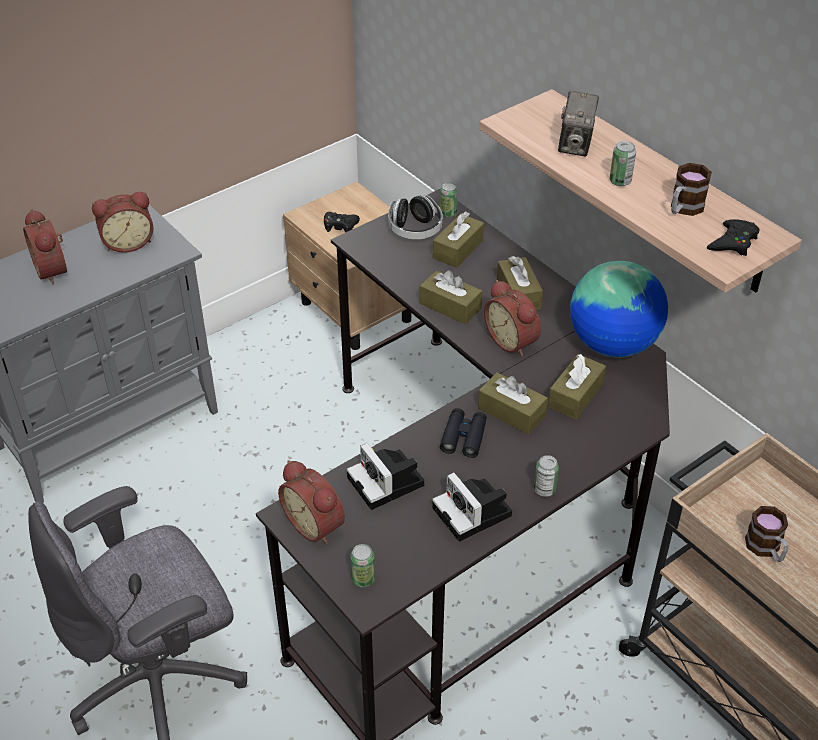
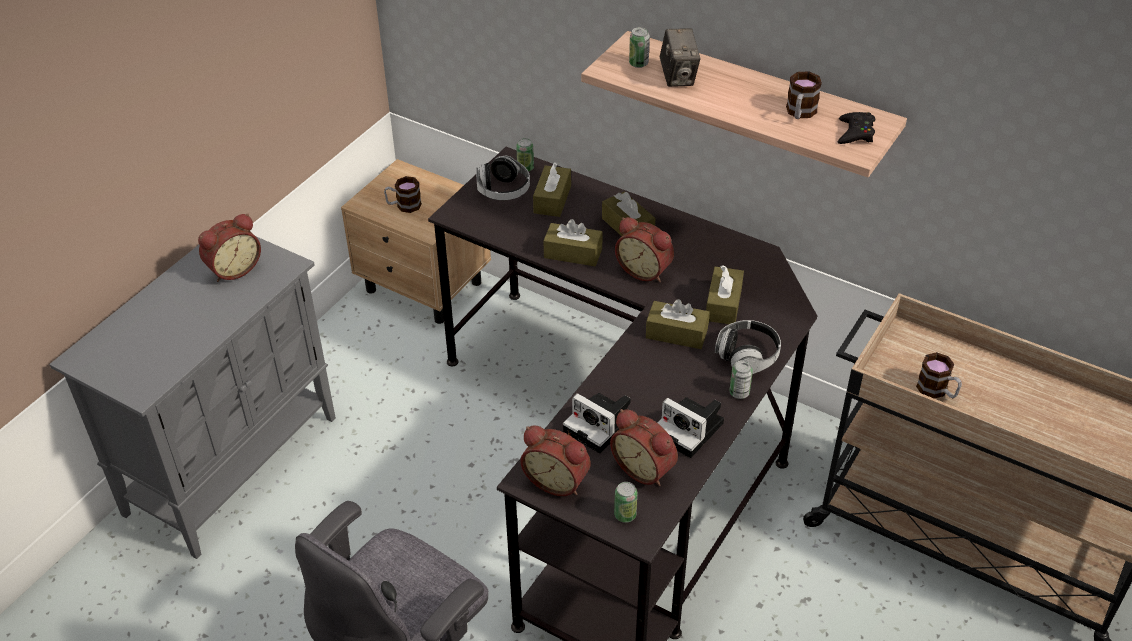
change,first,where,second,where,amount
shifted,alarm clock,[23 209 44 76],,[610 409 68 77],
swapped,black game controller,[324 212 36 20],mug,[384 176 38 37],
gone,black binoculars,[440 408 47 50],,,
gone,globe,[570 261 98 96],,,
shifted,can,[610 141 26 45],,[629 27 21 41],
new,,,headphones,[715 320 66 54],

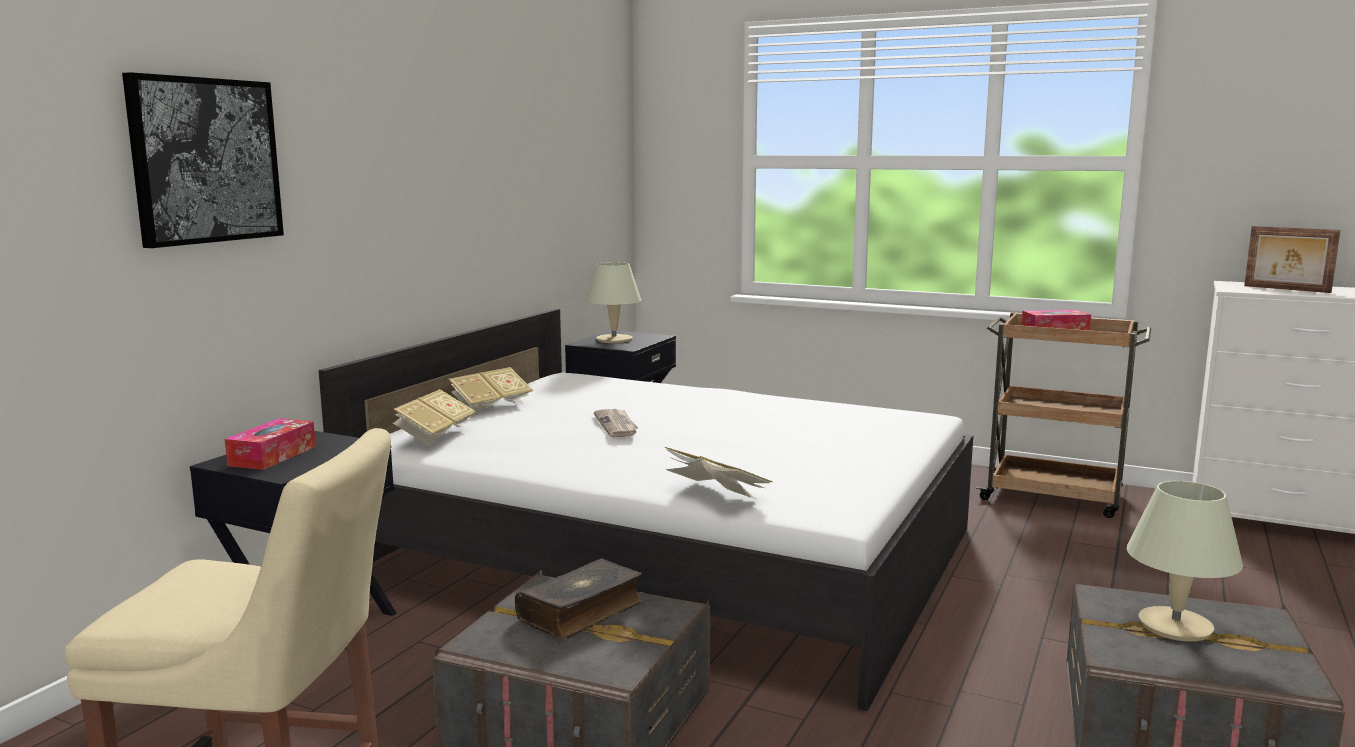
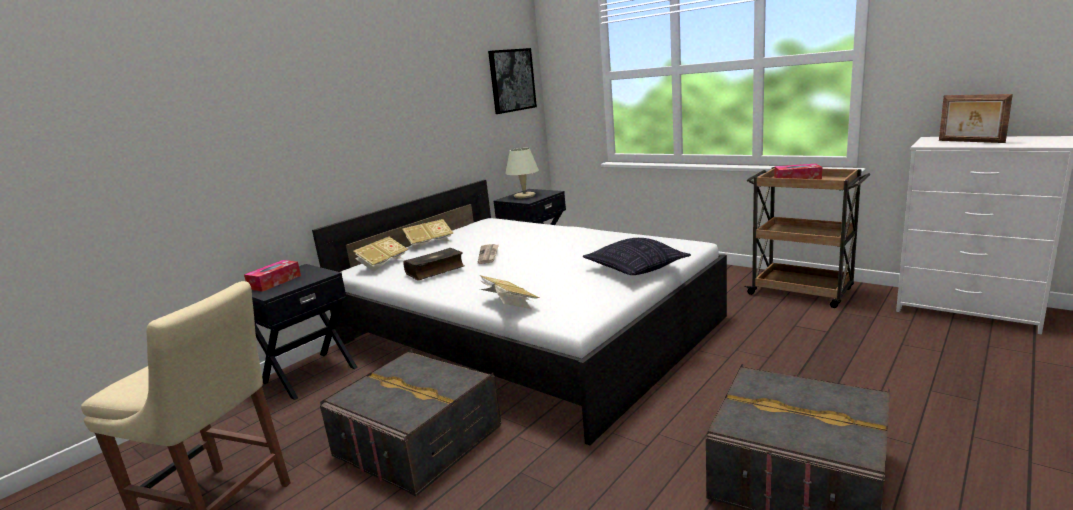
change,first,where,second,where,amount
shifted,picture,[122 72 162 176],,[488 48 49 66],
shifted,book,[515 559 128 80],,[403 248 61 32],
gone,beige table lamp,[1127 481 116 161],,,
new,,,pillow,[583 238 108 37],

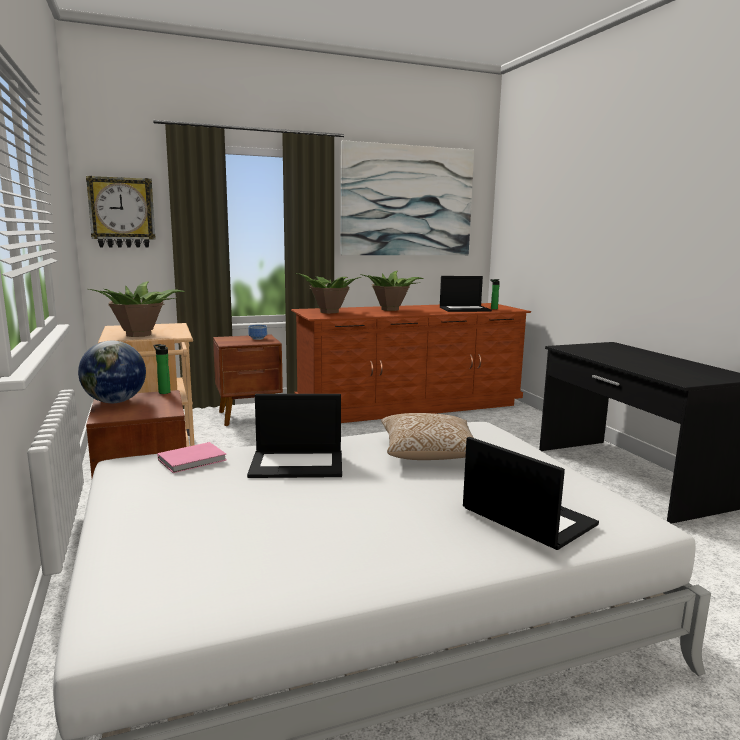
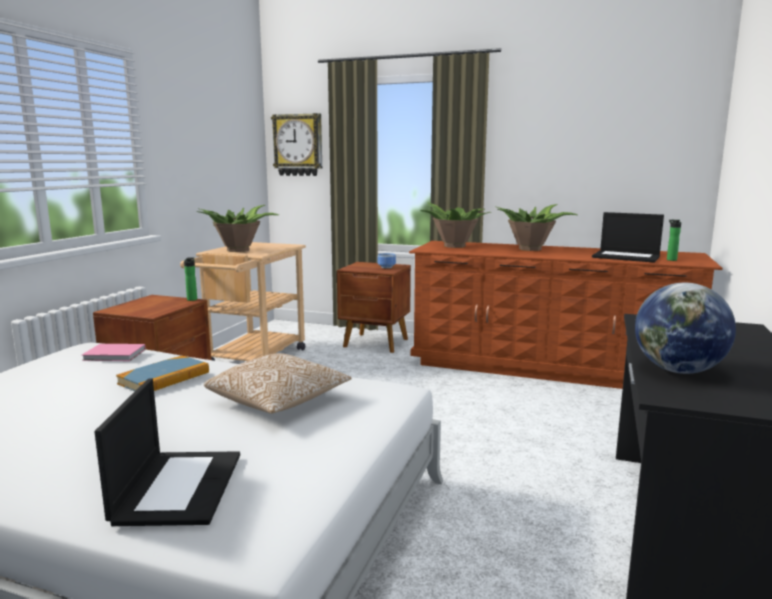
change,first,where,second,where,amount
shifted,globe,[78 341 68 62],,[635 283 101 91],
swapped,laptop,[247 394 95 84],book,[116 356 93 35],
gone,picture,[341 140 133 115],,,

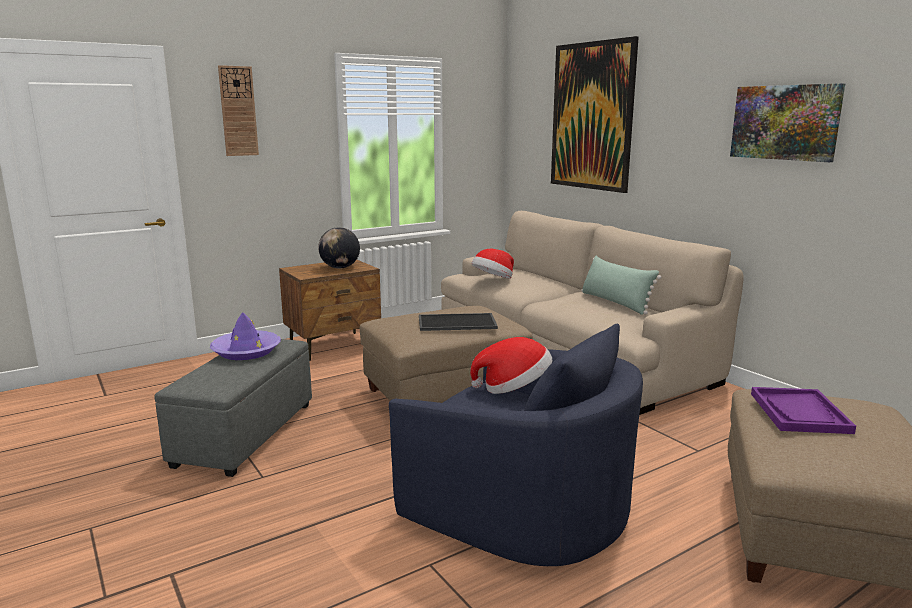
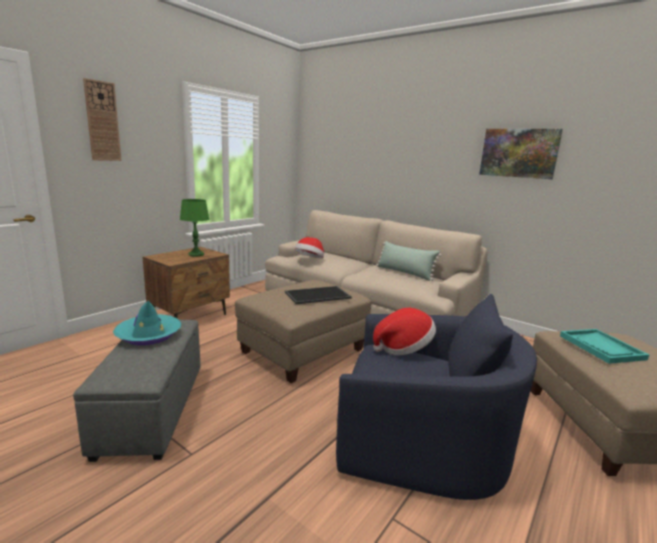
change,first,where,second,where,amount
repainted,purple hat,[210 312 71 48],turquoise hat,[113 301 68 44],
swapped,globe,[318 227 42 41],green table lamp,[180 199 29 58],
gone,picture,[551 36 88 157],,,
repainted,purple tray,[751 387 105 47],turquoise tray,[560 329 89 35],

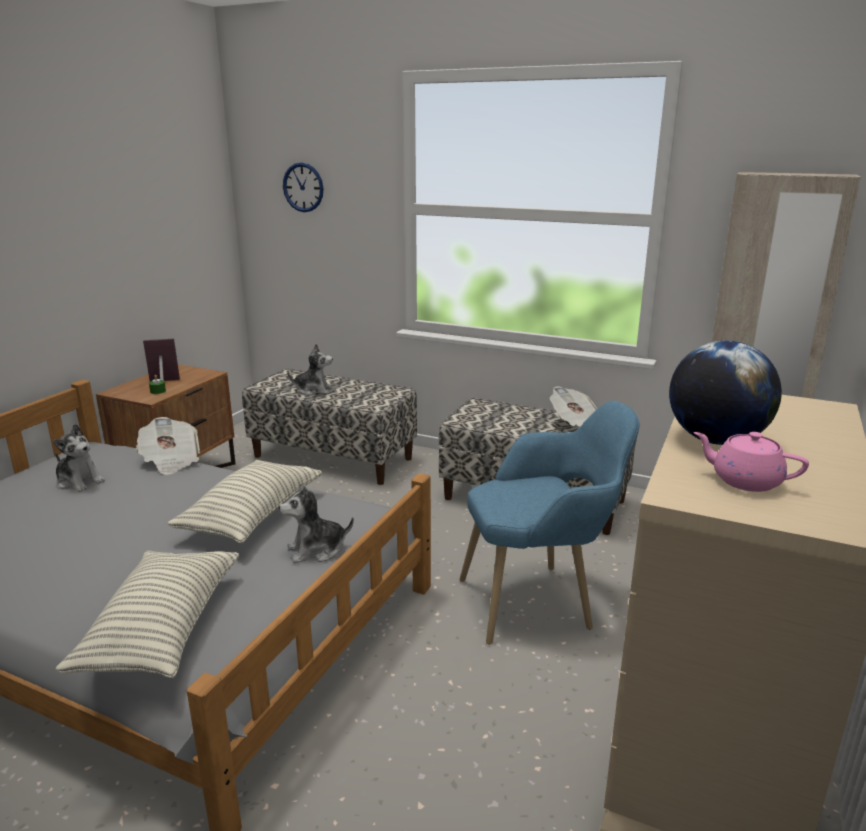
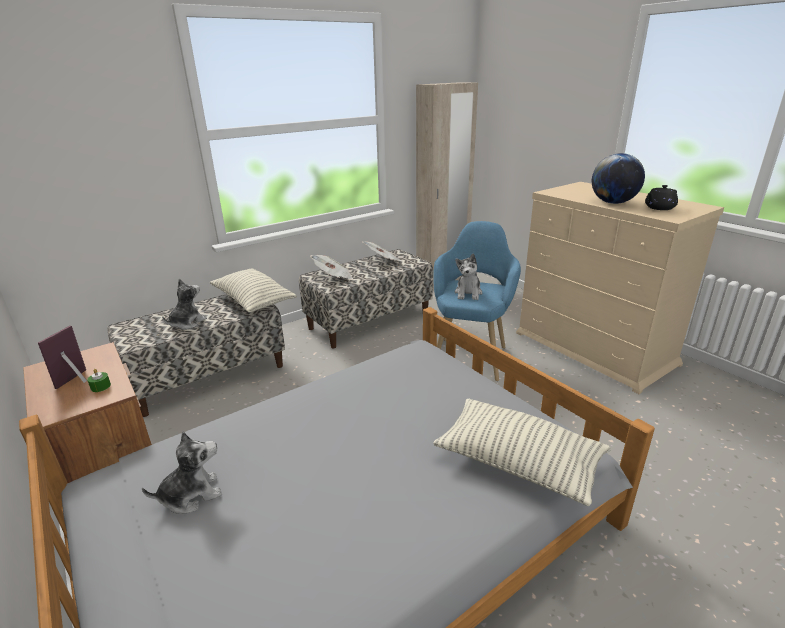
change,first,where,second,where,amount
shifted,newspaper,[136 417 64 58],,[310 255 43 24],
shifted,pillow,[167 460 155 84],,[210 269 87 43],
shifted,plush toy,[279 483 75 80],,[455 254 27 46],
gone,wall clock,[283 163 41 49],,,
repainted,pink teapot,[693 432 116 60],black teapot,[645 185 33 25],

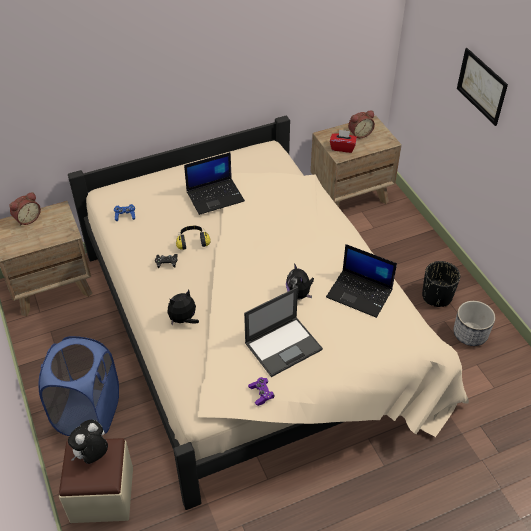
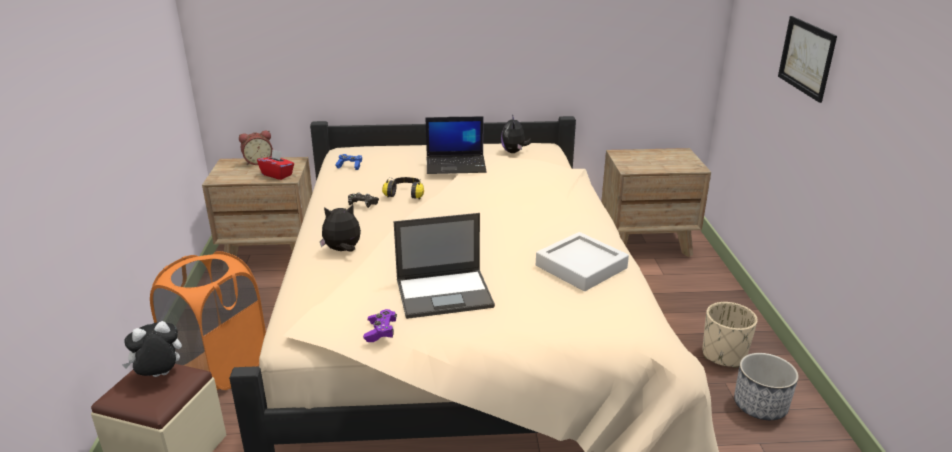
change,first,where,second,where,amount
repainted,blue laundry basket,[39 336 80 100],orange laundry basket,[150 251 116 139],
shifted,plush toy,[286 263 28 37],,[501 114 31 39],
swapped,laptop,[326 244 71 74],grey tray,[536 232 93 59],
shifted,red tissue box,[330 129 27 24],,[257 149 37 31],
gone,alarm clock,[348 110 27 28],,,
repainted,black planter,[422 261 38 46],beige planter,[702 302 56 66],

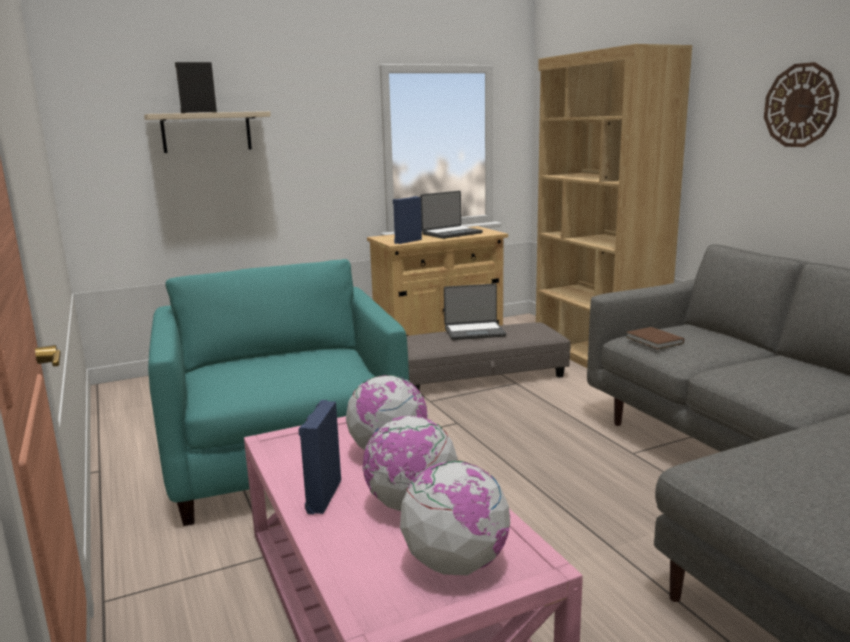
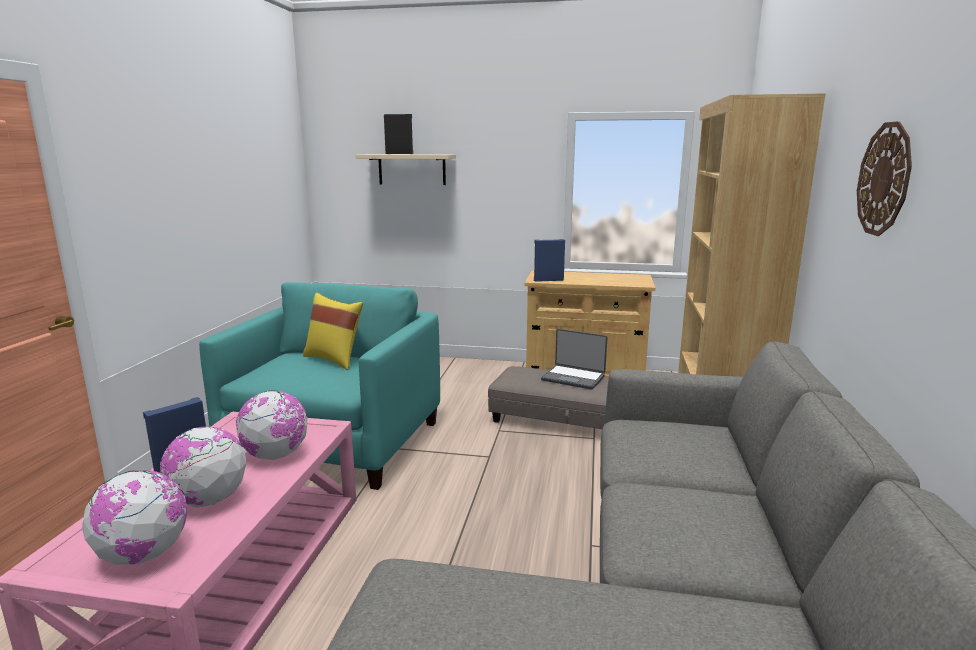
change,first,where,second,where,amount
gone,laptop,[420 191 63 48],,,
gone,brown book,[626 327 58 22],,,
new,,,yellow pillow,[303 293 60 77],

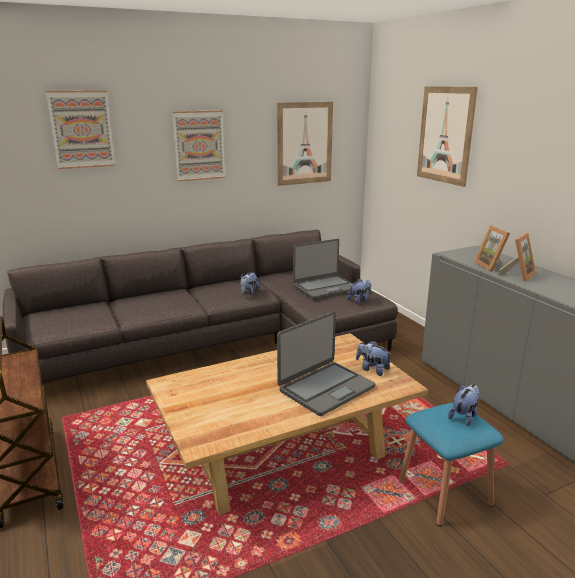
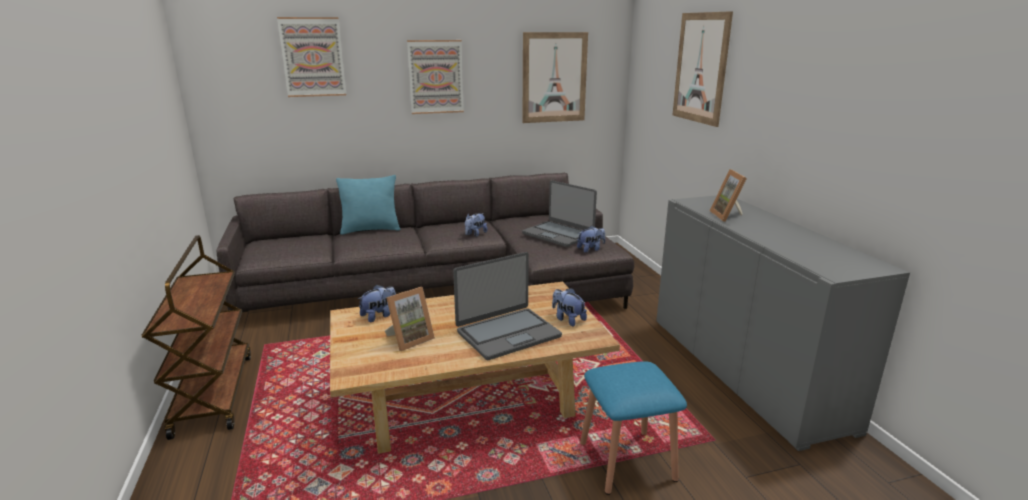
change,first,where,second,where,amount
rotated,laptop,[293 239 59 60],,[522 180 75 67],60 degrees clockwise
shifted,plush toy,[448 384 32 42],,[358 285 38 37],
shifted,picture frame,[497 233 39 49],,[385 287 50 64],
new,,,turquoise pillow,[336 175 64 60],

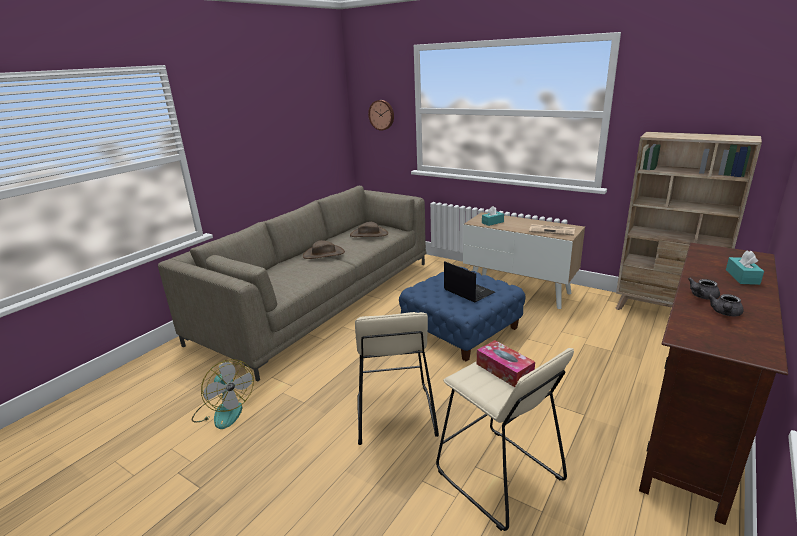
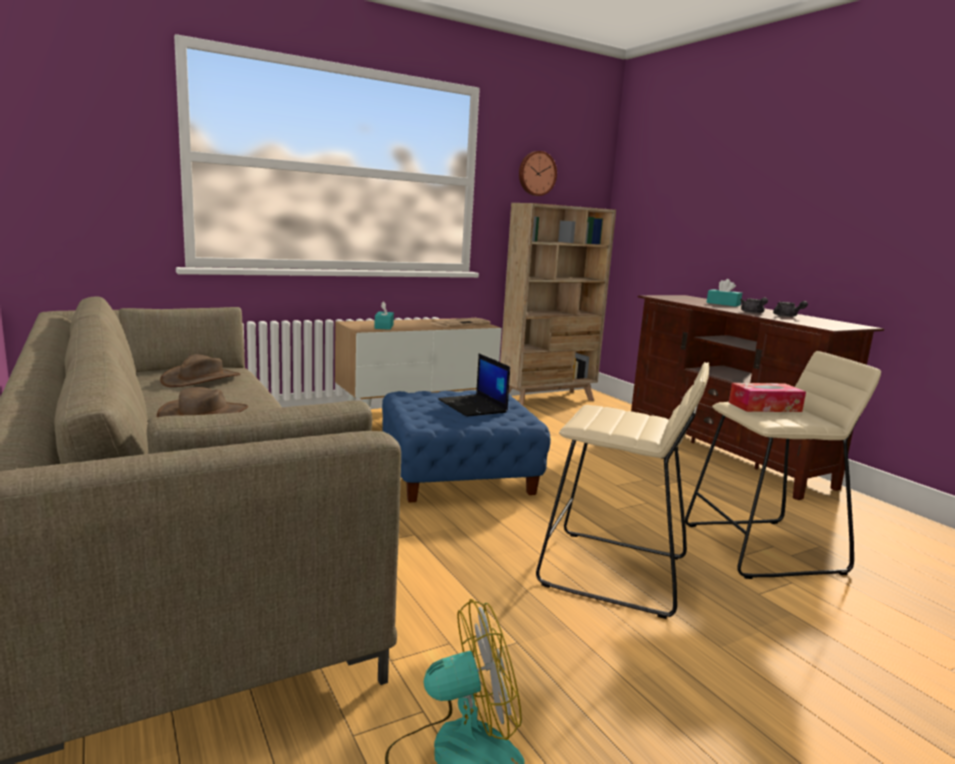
change,first,where,second,where,amount
shifted,wall clock,[368 100 26 31],,[519 151 38 45],
rotated,laptop,[444 261 51 42],,[438 354 72 63],105 degrees counterclockwise

